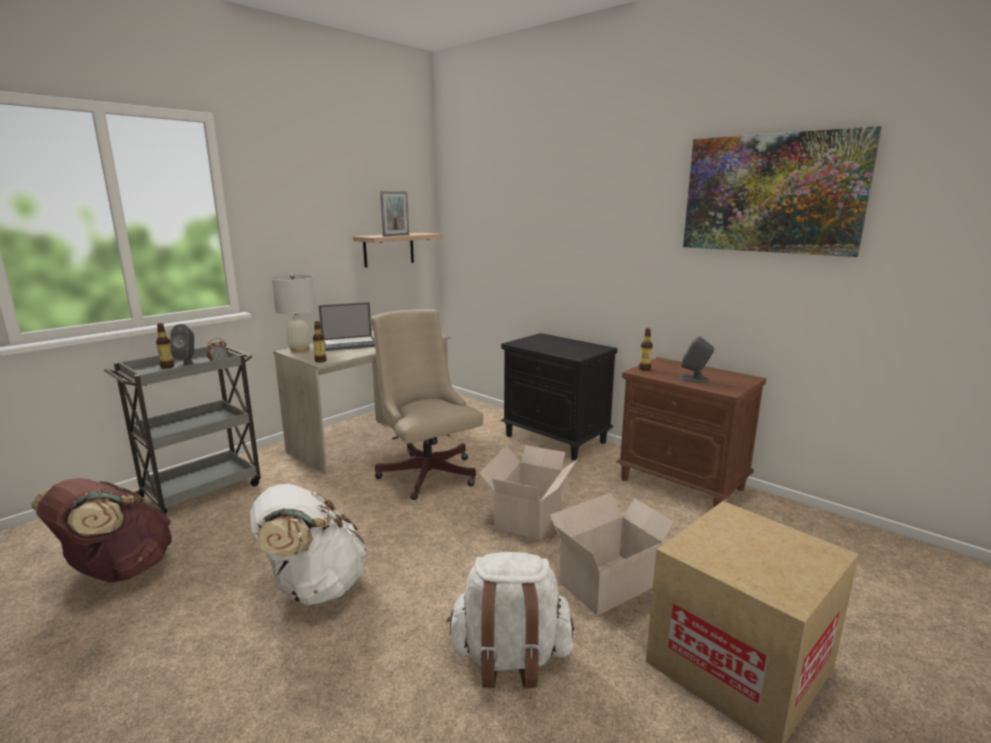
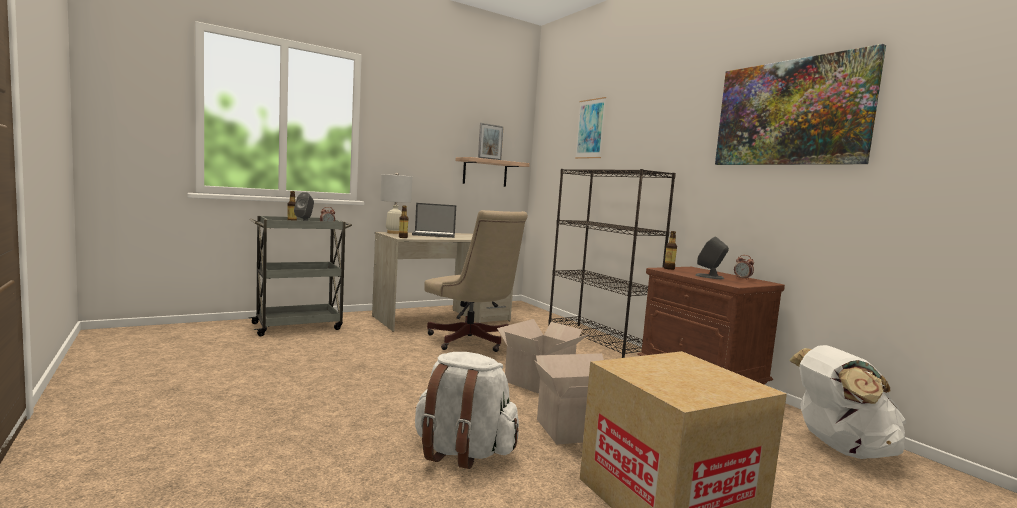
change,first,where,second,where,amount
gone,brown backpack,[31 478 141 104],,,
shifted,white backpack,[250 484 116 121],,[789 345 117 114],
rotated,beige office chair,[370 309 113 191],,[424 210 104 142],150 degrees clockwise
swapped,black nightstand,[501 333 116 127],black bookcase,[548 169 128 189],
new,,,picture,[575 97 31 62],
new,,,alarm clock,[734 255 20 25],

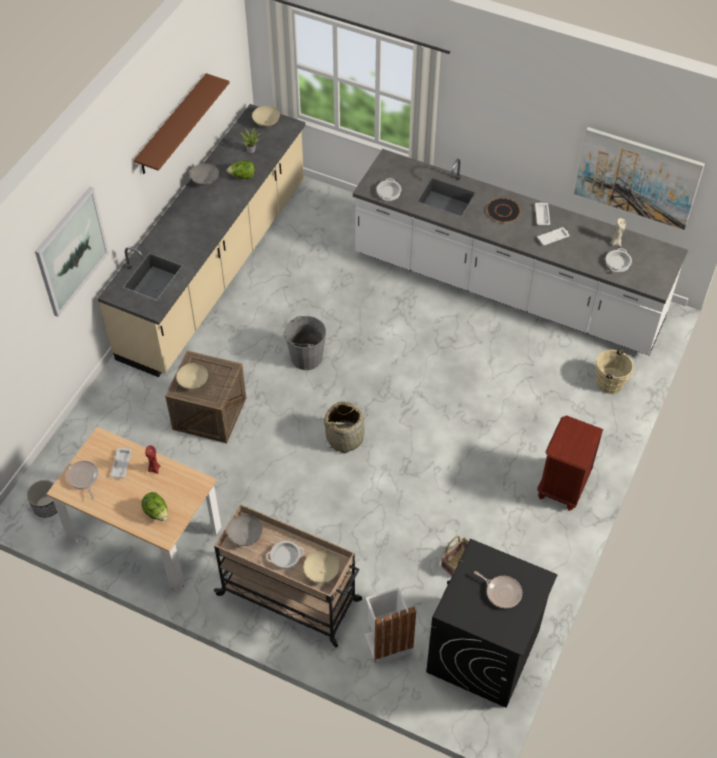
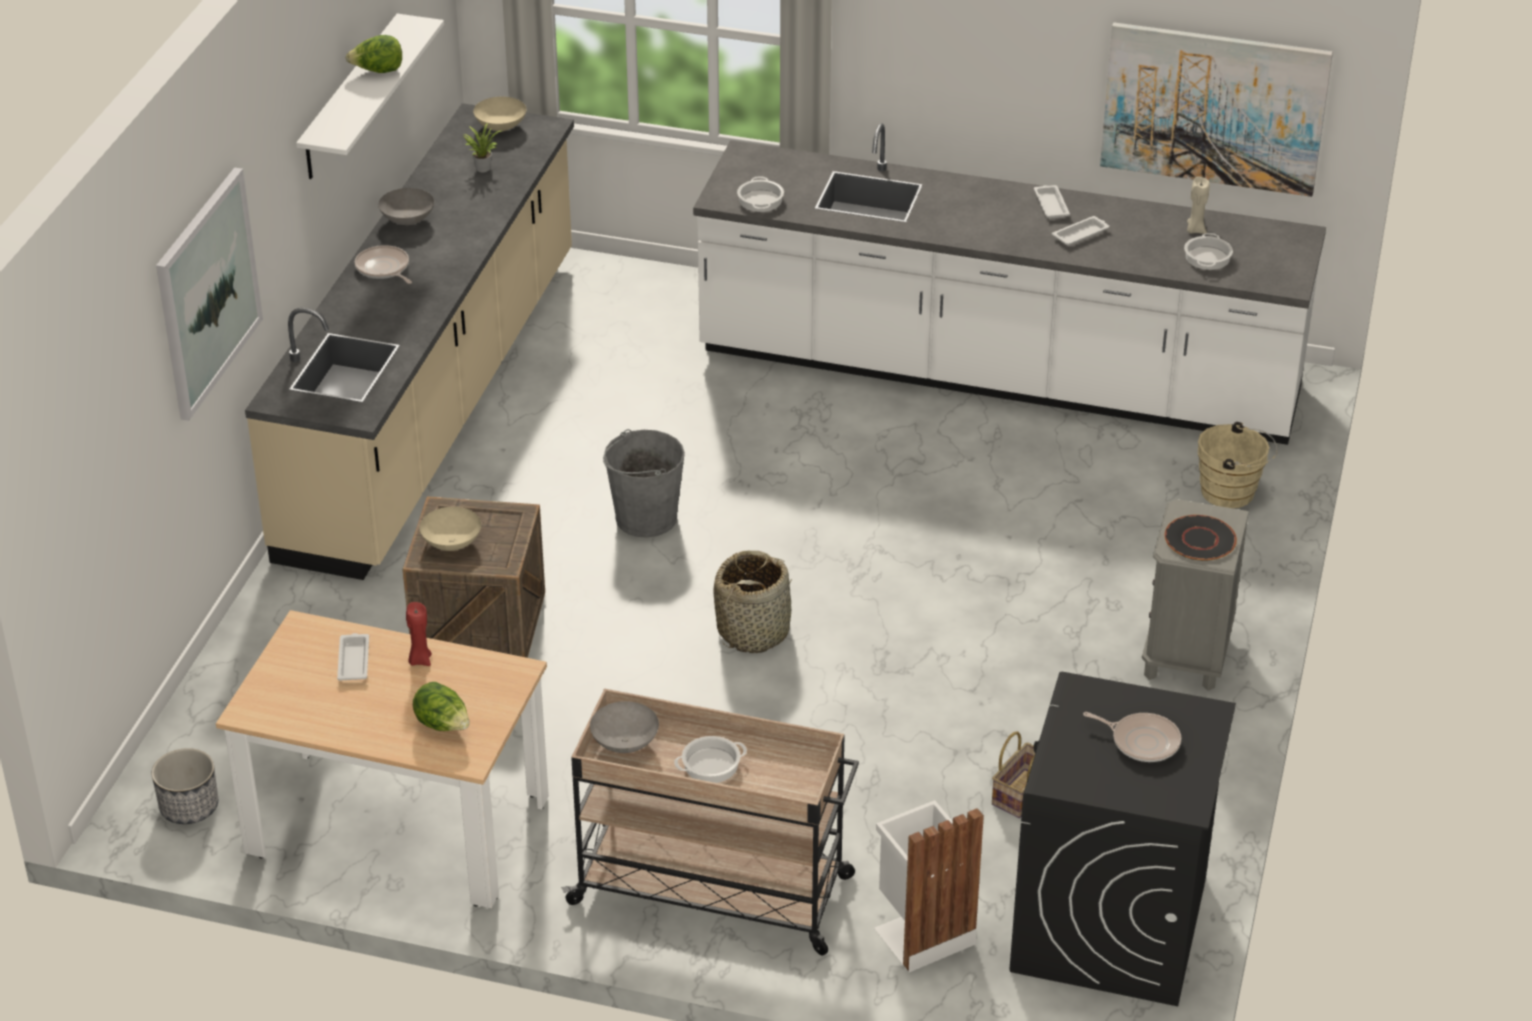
change,first,where,second,where,amount
shifted,frying pan,[66 461 33 38],,[355 245 57 39],
repainted,brown shelf,[134 73 96 101],white shelf,[296 14 148 165],
shifted,lettuce,[227 160 28 19],,[345 35 57 38],
gone,beige bowl,[303 550 36 33],,,
shifted,black plate,[487 198 34 25],,[1165 515 72 46],
repainted,brown nightstand,[537 415 66 96],grey nightstand,[1142 499 107 192],

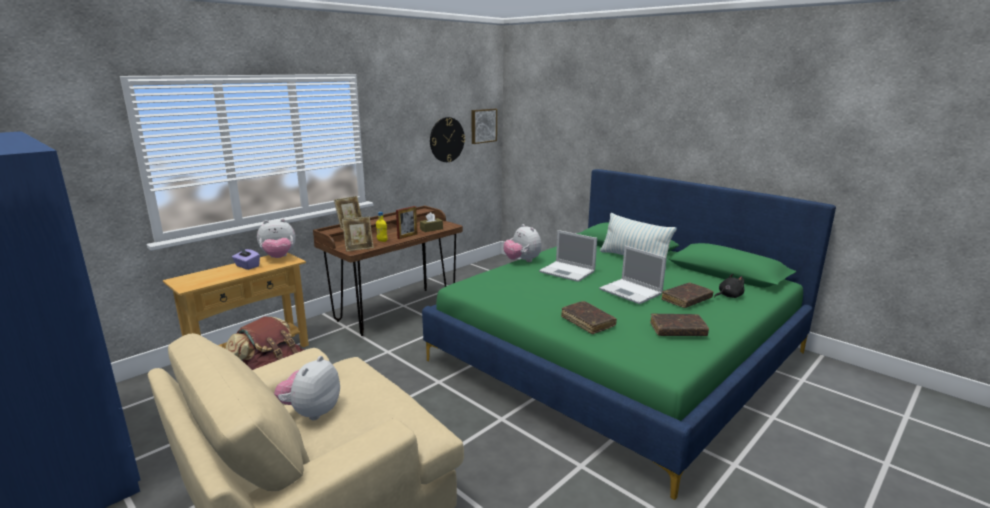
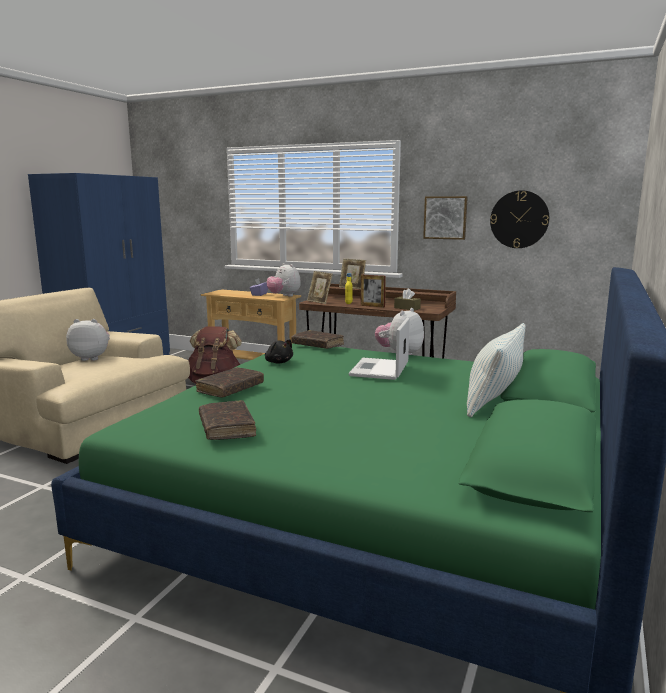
change,first,where,second,where,amount
shifted,picture,[471 109 26 35],,[423 196 45 44],
gone,laptop,[599 246 67 58],,,
shifted,brown book,[662 282 51 26],,[291 330 53 19],
shifted,black plush toy,[714 274 30 24],,[265 339 28 25],

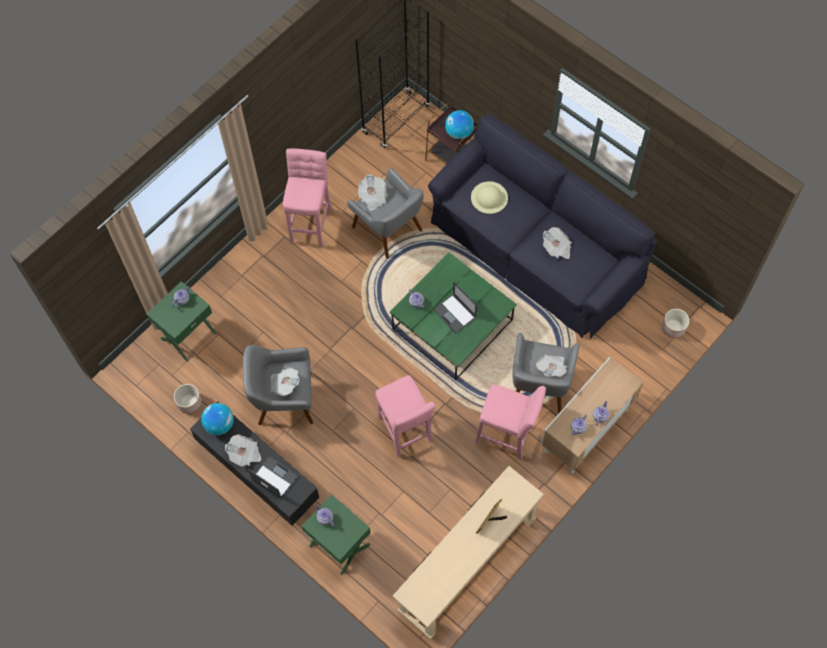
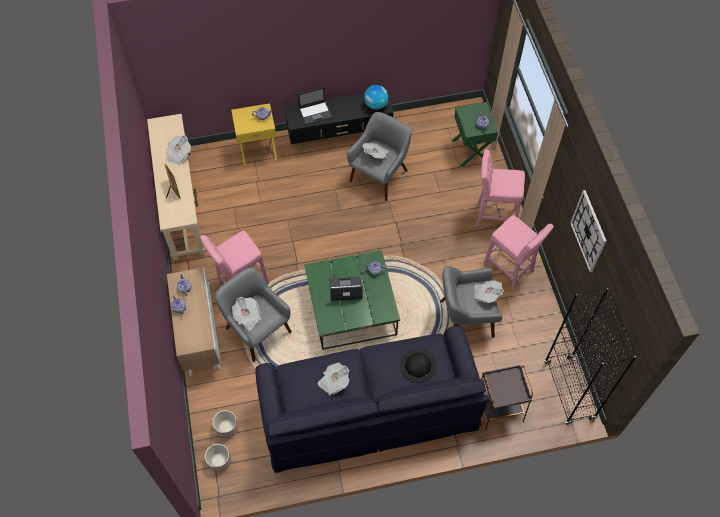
change,first,where,second,where,amount
shifted,planter,[174 384 28 30],,[213 410 25 28],
shifted,newspaper,[225 435 36 32],,[165 135 26 29],
repainted,green nightstand,[301 494 70 81],yellow nightstand,[231 103 46 62],
shifted,pink stool,[375 375 61 83],,[475 149 50 78],
gone,globe,[445 110 29 29],,,
repainted,beige hat,[471 181 37 33],black hat,[400 349 36 34],
new,,,wall clock,[570 190 36 82],

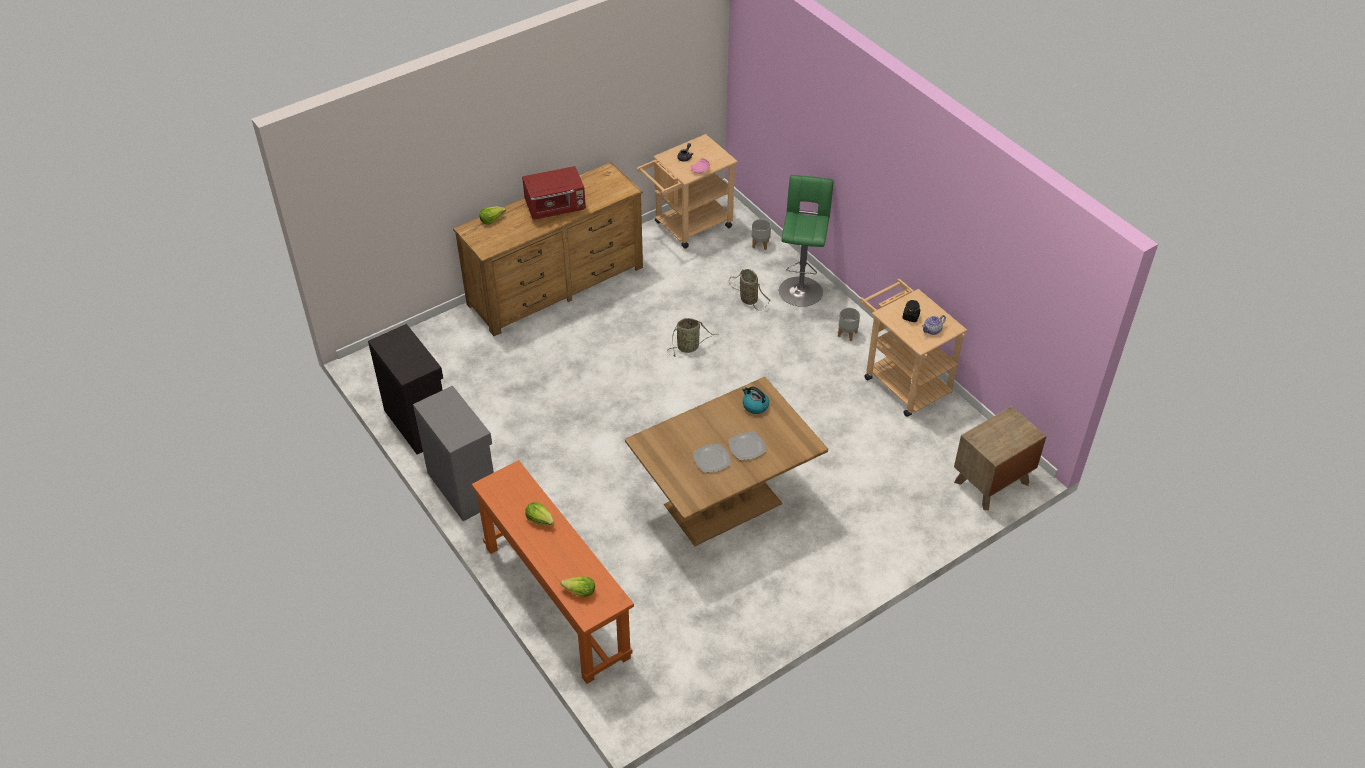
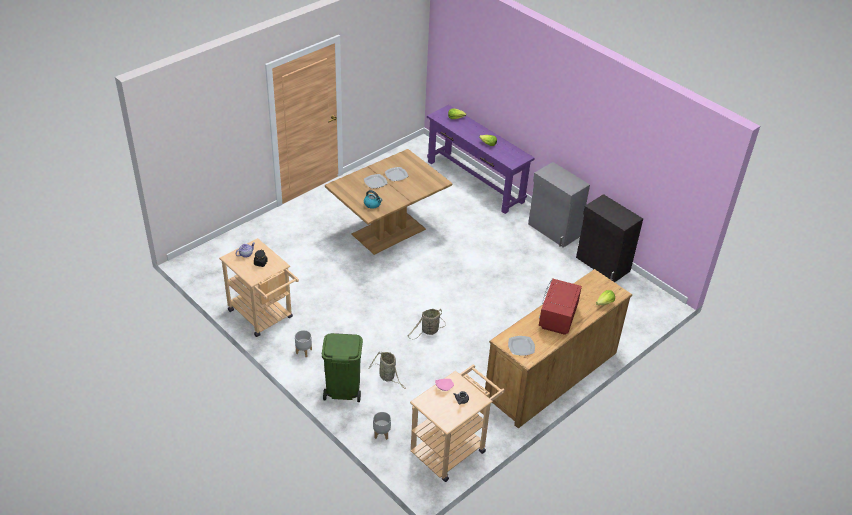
change,first,where,second,where,amount
repainted,orange console table,[472 460 162 224],purple console table,[427 105 107 109],
rotated,red microwave,[522 166 64 54],,[539 279 43 56],45 degrees counterclockwise
swapped,green stool,[779 175 55 132],green trash can,[322 333 41 69],
gone,brown nightstand,[954 406 93 104],,,
new,,,plate,[508 336 27 20],

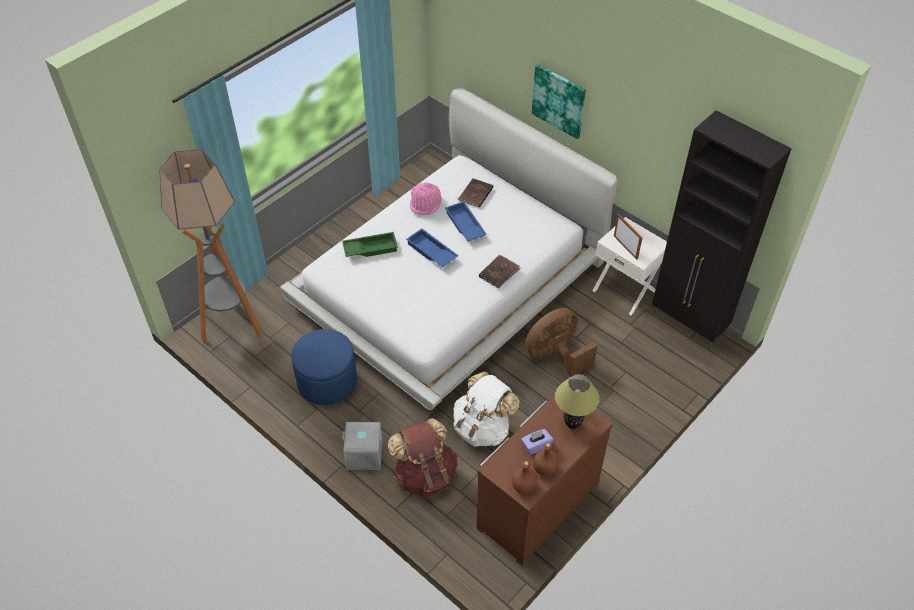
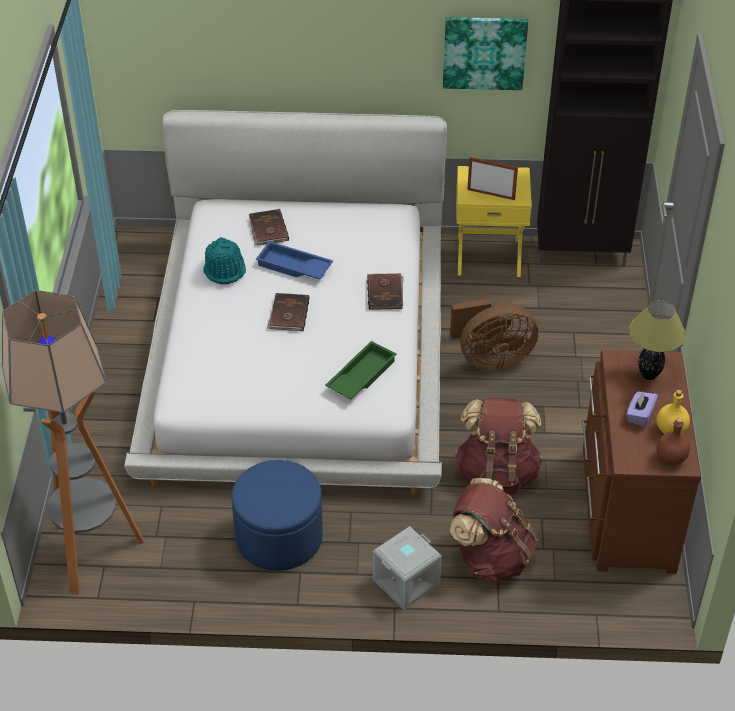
change,first,where,second,where,amount
shifted,green tray,[342 232 56 25],,[325 341 72 58],
swapped,blue tray,[406 228 52 39],brown book,[267 293 42 38],
repainted,pink hat,[410 182 32 33],turquoise hat,[203 237 43 47],
repainted,white backpack,[453 371 67 76],brown backpack,[455 398 88 97],
rotated,brown fan,[525 308 73 69],,[450 299 88 71],120 degrees counterclockwise
shifted,picture,[532 64 54 75],,[443 17 85 73],
repainted,brown bottle,[533 443 26 33],yellow bottle,[657 390 33 44],
repainted,white nightstand,[593 217 74 98],yellow nightstand,[457 166 75 111],

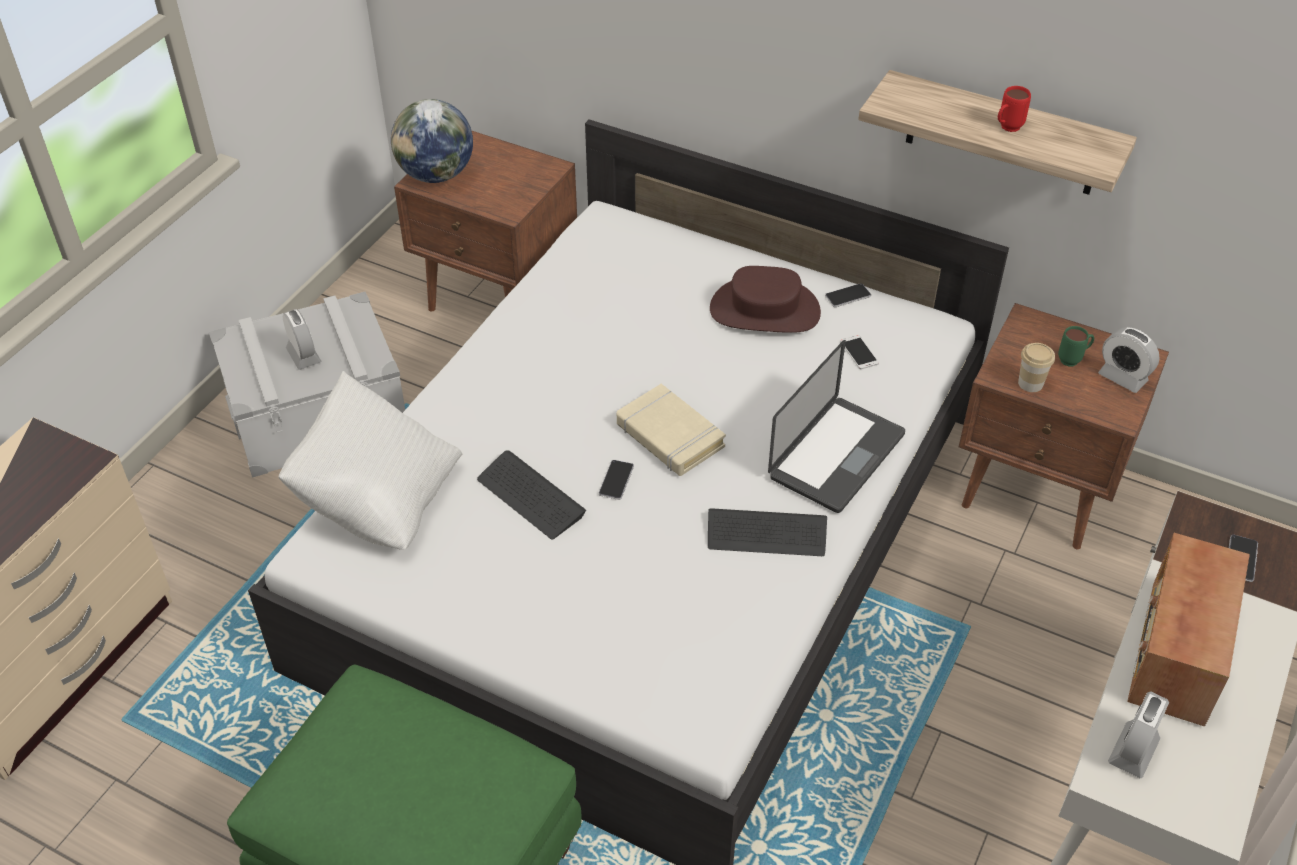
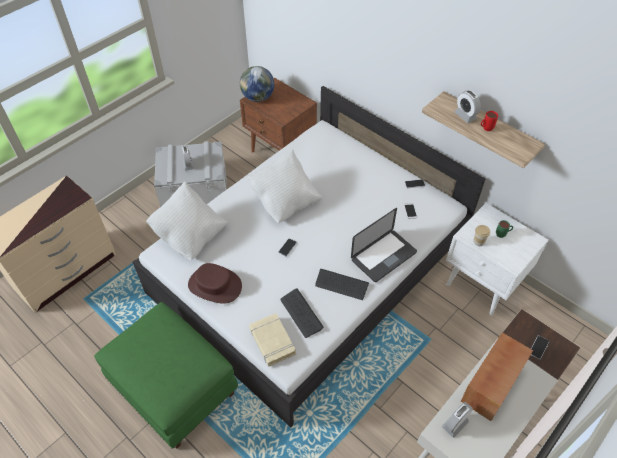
change,first,where,second,where,amount
shifted,keyboard,[477 450 109 89],,[280 288 44 50],
shifted,beige book,[617 384 109 92],,[249 313 47 53],
shifted,brown hat,[710 266 111 67],,[188 263 54 41],
repainted,brown nightstand,[959 303 210 246],white nightstand,[446 203 102 112],
shifted,alarm clock,[1098 327 62 66],,[455 90 26 33],
new,,,white pillow,[248 149 74 74],

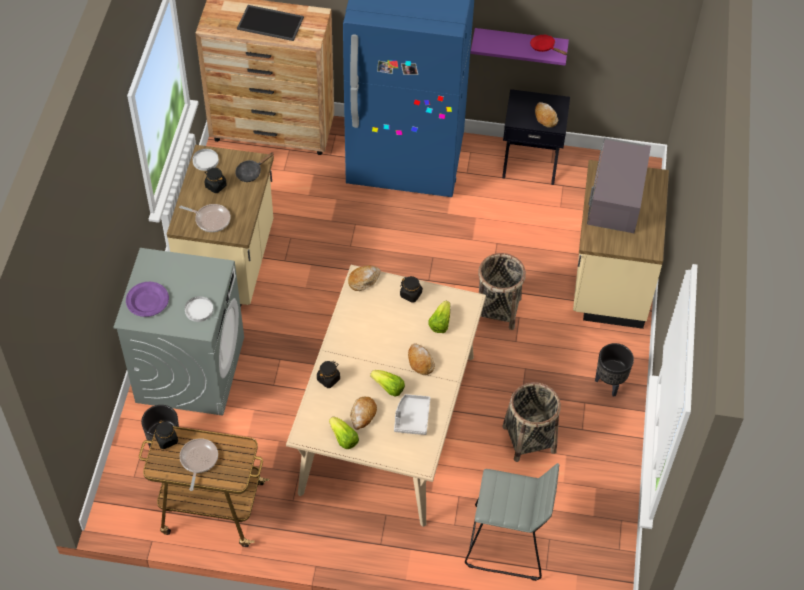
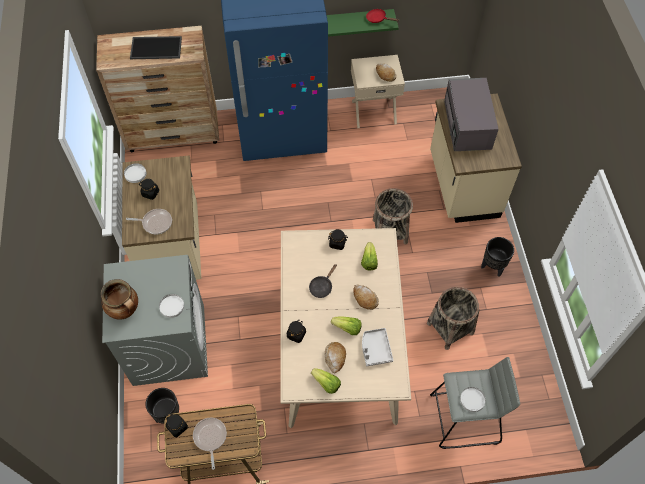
change,first,where,second,where,amount
swapped,purple plate,[126 282 43 35],cooking pot,[101 279 37 41],
shifted,black frying pan,[235 152 39 30],,[309 264 28 34],
gone,bread,[348 265 33 26],,,
repainted,purple shelf,[470 28 99 38],green shelf,[327 9 72 28],
repainted,black nightstand,[502 89 68 96],beige nightstand,[351 55 54 73],
new,,,white plate,[460 387 26 25],

